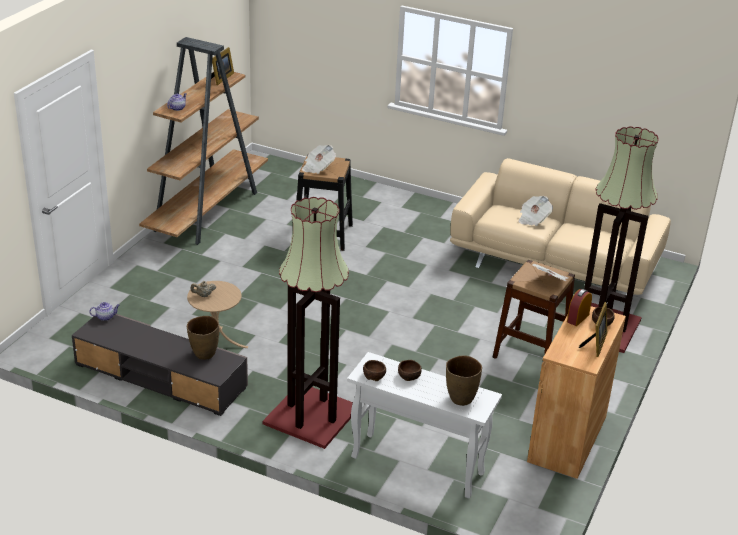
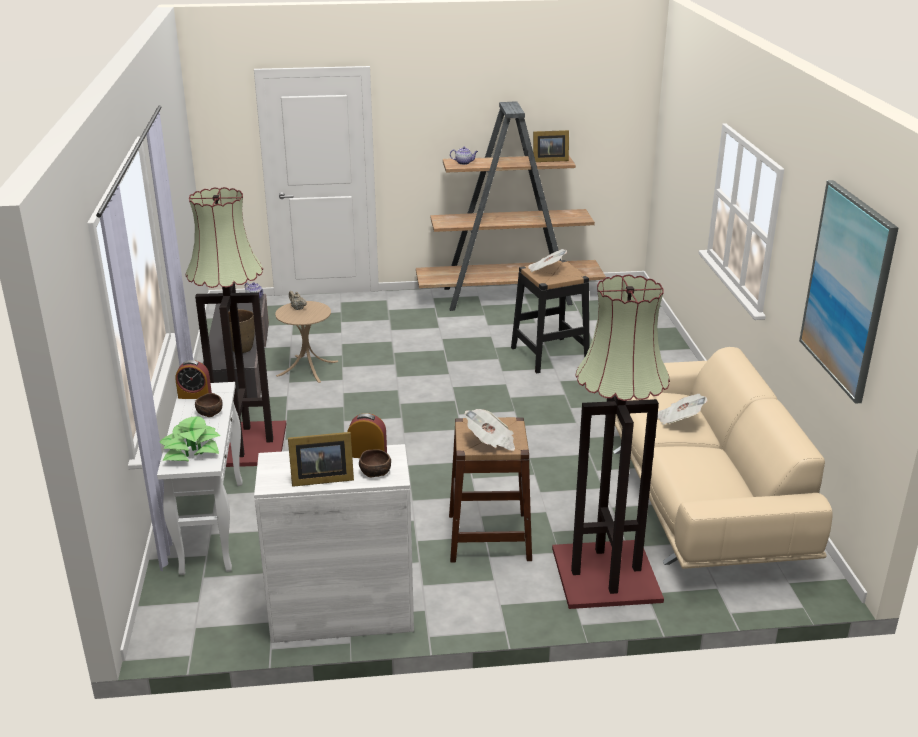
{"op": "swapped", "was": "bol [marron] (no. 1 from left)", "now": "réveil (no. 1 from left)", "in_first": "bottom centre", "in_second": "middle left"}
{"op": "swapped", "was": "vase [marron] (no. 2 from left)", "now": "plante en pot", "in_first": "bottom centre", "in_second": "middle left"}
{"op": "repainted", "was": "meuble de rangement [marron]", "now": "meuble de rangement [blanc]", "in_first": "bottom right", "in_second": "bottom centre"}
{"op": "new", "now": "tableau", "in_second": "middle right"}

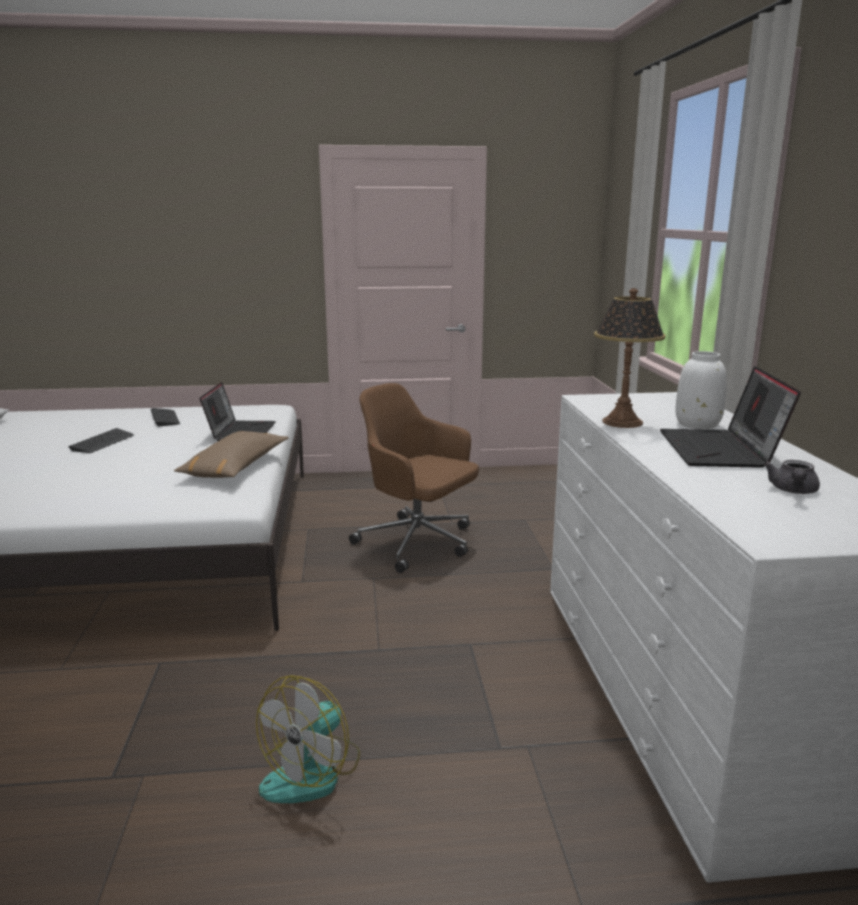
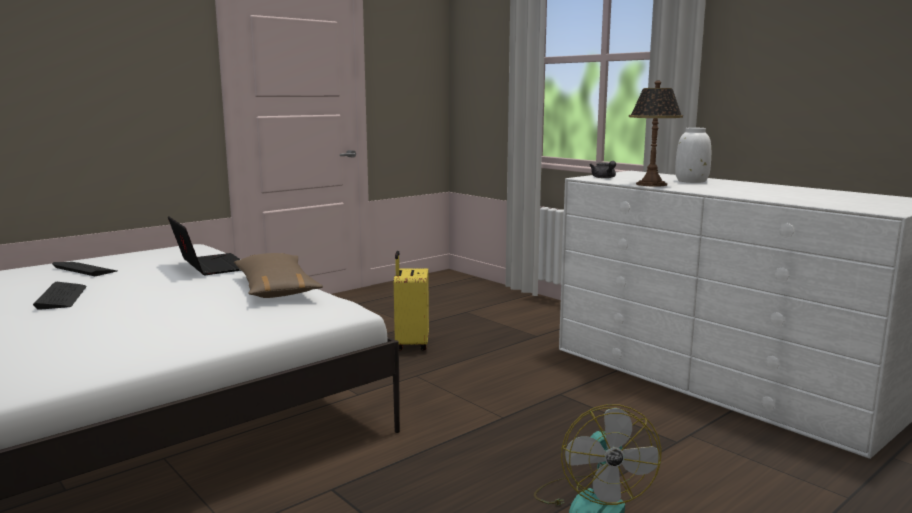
{"op": "swapped", "was": "chaise de bureau [marron]", "now": "valise [jaune]", "in_first": "centre", "in_second": "centre"}
{"op": "gone", "was": "ordinateur portable (no. 2 from left)", "in_first": "middle right"}
{"op": "shifted", "was": "théière [gris]", "in_first": "middle right", "in_second": "top centre"}

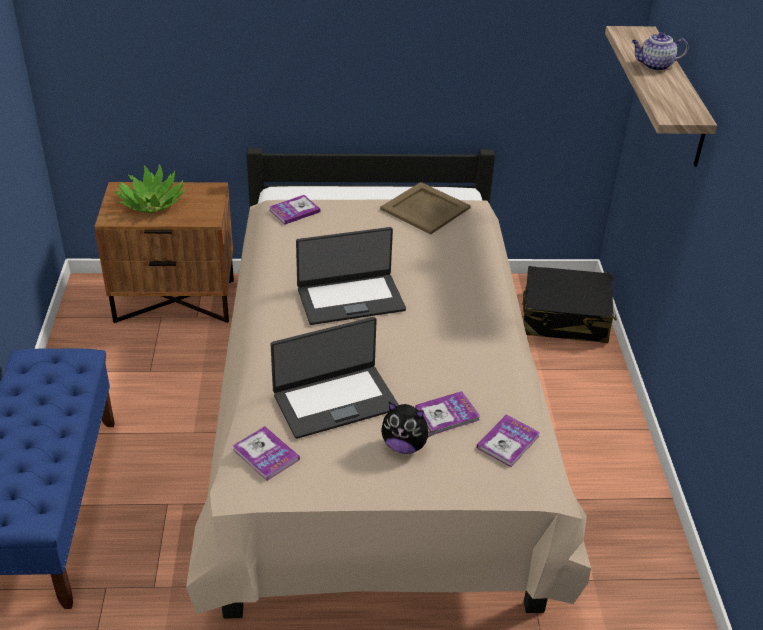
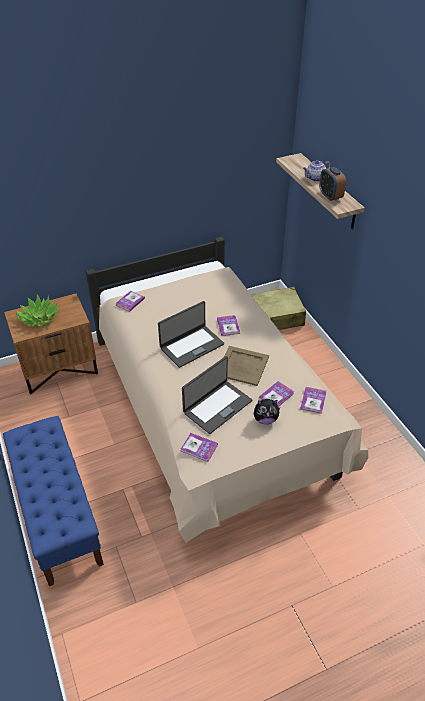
{"op": "shifted", "was": "plateau [beige]", "in_first": "top centre", "in_second": "centre"}
{"op": "repainted", "was": "valise [noir]", "now": "valise [beige]", "in_first": "middle right", "in_second": "centre"}
{"op": "new", "now": "livre (no. 3 from left)", "in_second": "centre"}
{"op": "new", "now": "réveil", "in_second": "top right"}

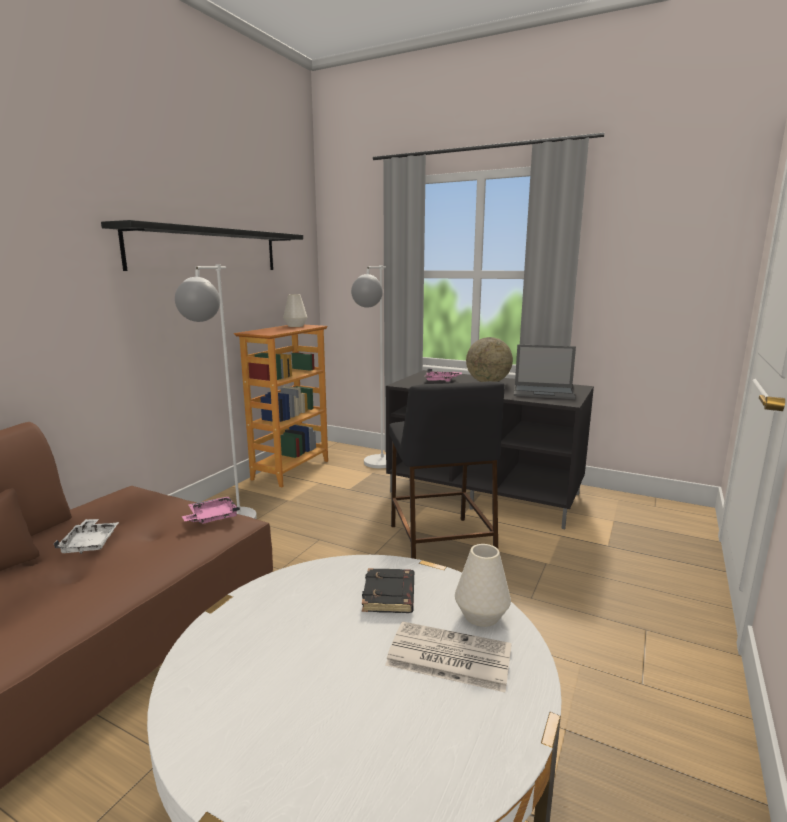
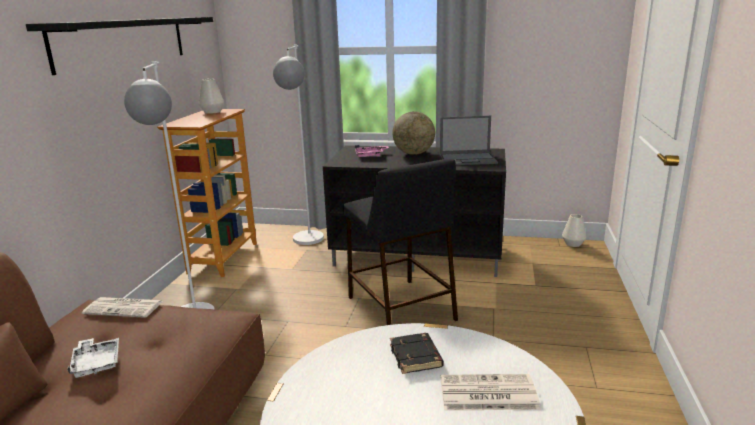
{"op": "gone", "was": "plateau [rose] (no. 1 from left)", "in_first": "middle left"}
{"op": "shifted", "was": "vase [blanc] (no. 2 from left)", "in_first": "bottom centre", "in_second": "middle right"}
{"op": "new", "now": "journal (no. 1 from left)", "in_second": "bottom left"}

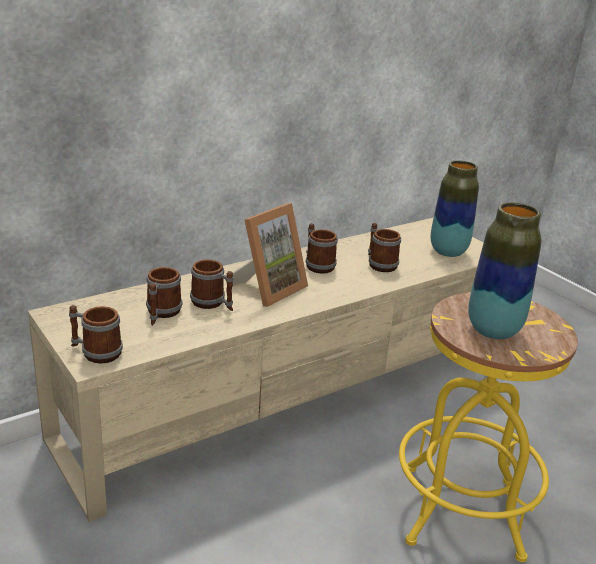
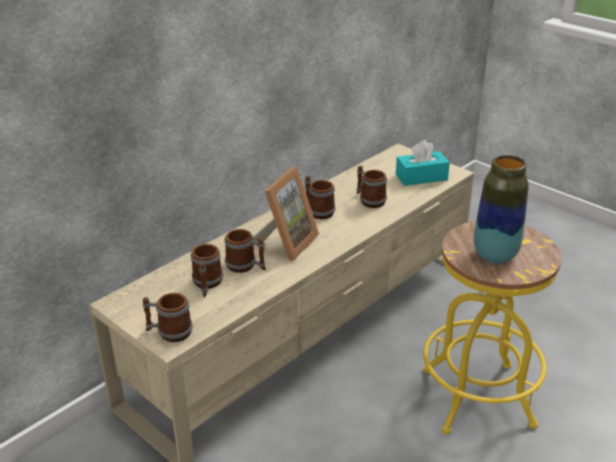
{"op": "swapped", "was": "vase (no. 1 from left)", "now": "boîte à mouchoirs [turquoise]", "in_first": "middle right", "in_second": "middle right"}

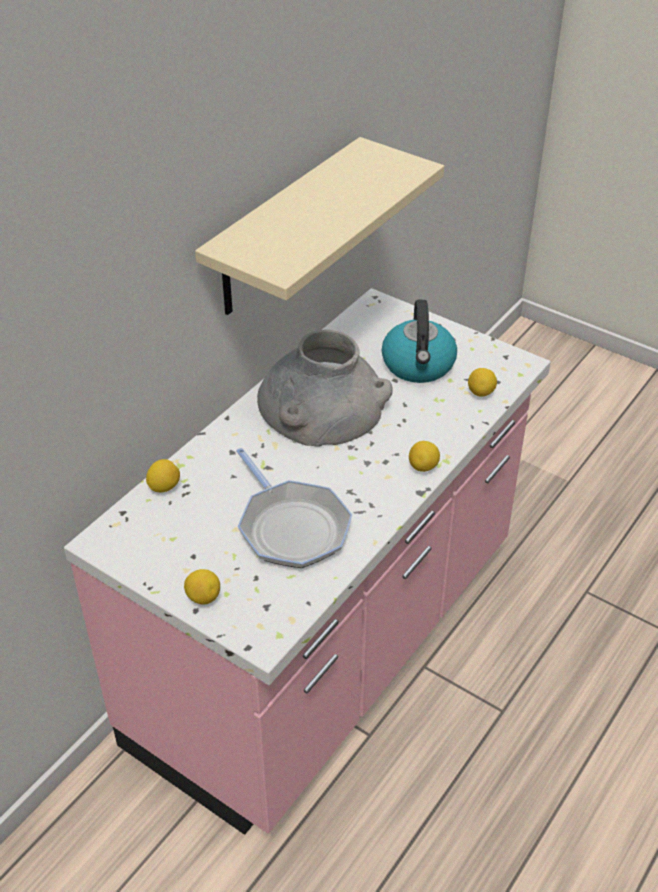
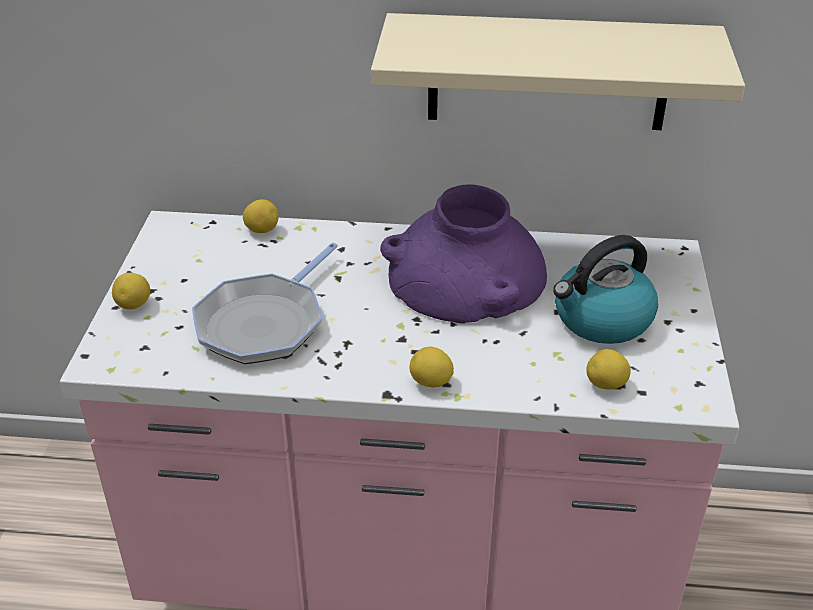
{"op": "repainted", "was": "vase [gris]", "now": "vase [violet]", "in_first": "centre", "in_second": "centre"}

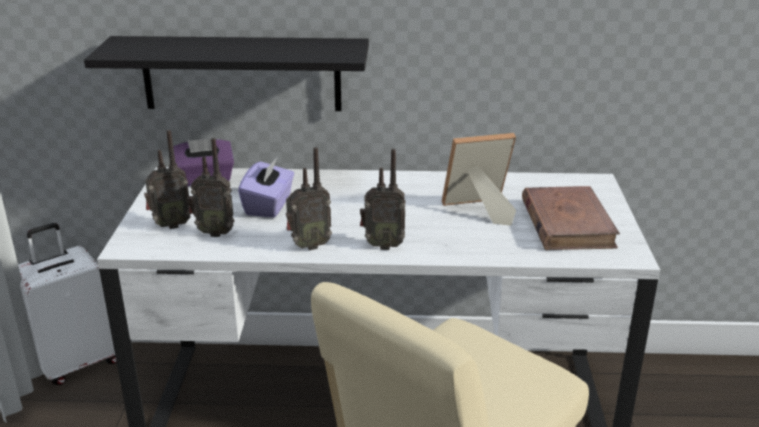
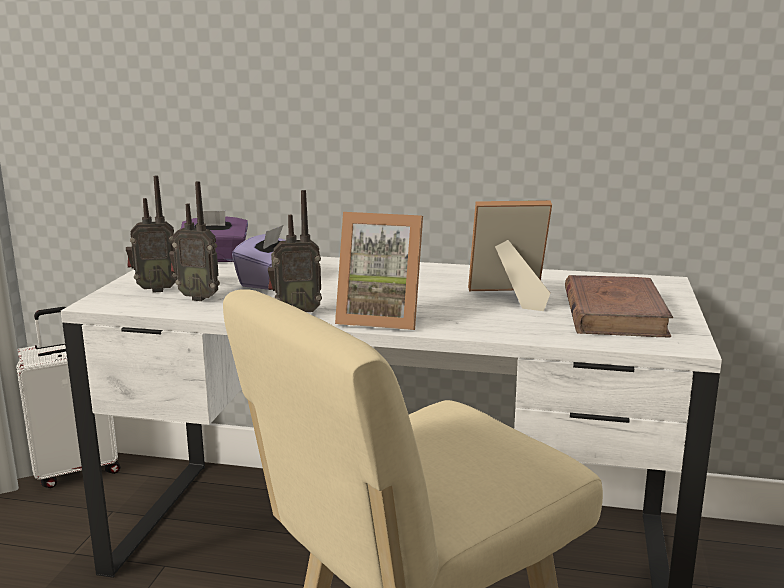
{"op": "gone", "was": "étagère [noir]", "in_first": "top left"}
{"op": "swapped", "was": "radio (no. 4 from left)", "now": "cadre photo (no. 1 from left)", "in_first": "centre", "in_second": "centre"}

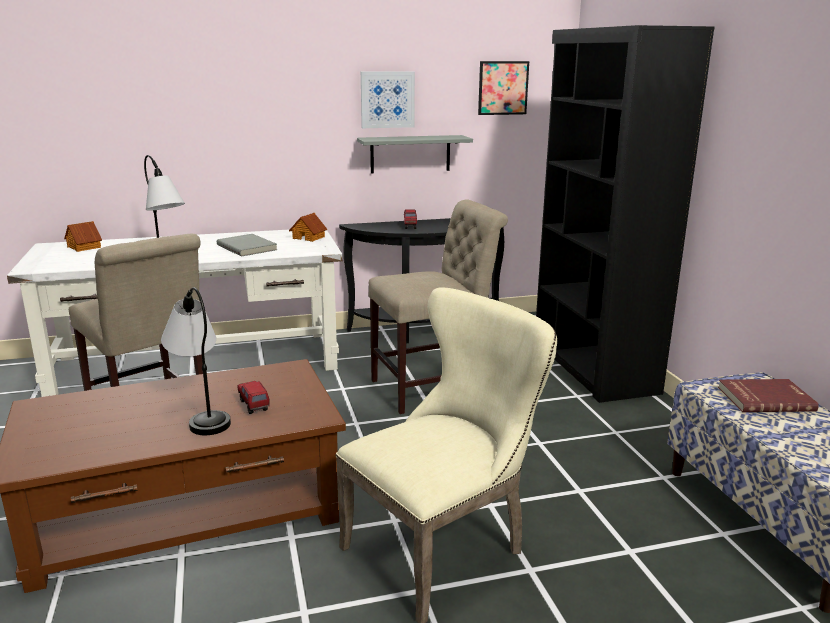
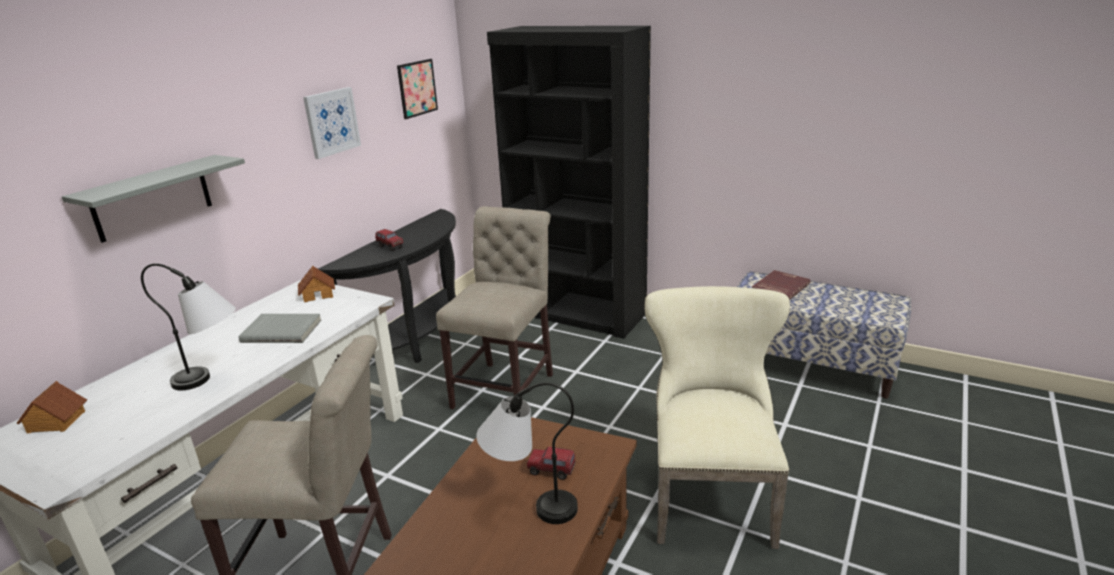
{"op": "shifted", "was": "étagère [gris]", "in_first": "top centre", "in_second": "middle left"}

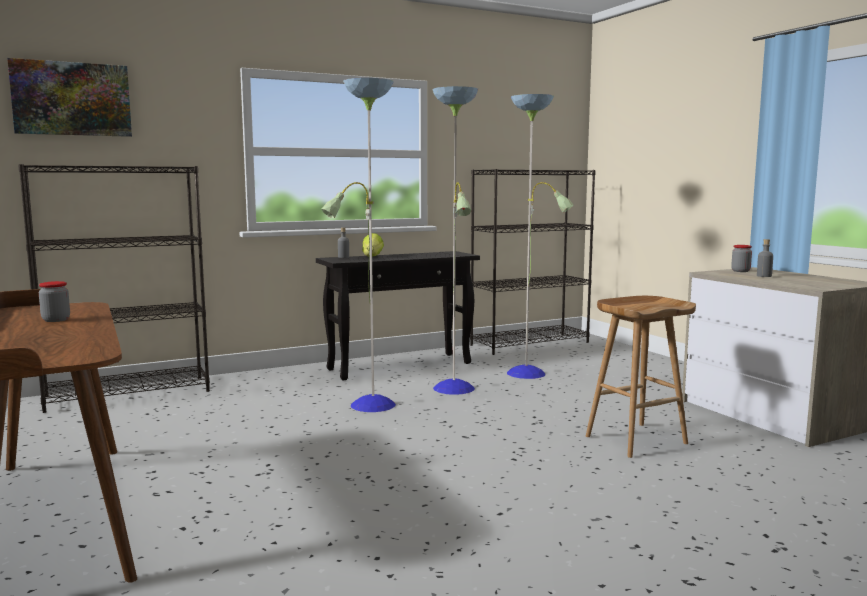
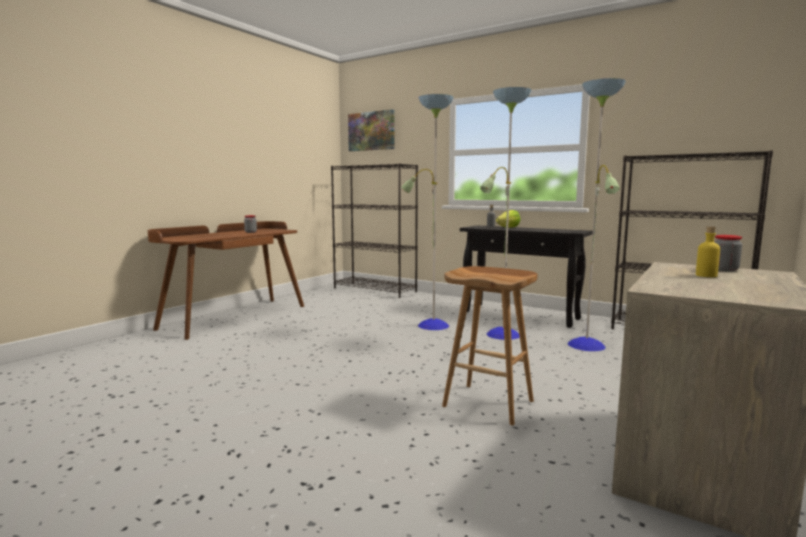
{"op": "repainted", "was": "bouteille [gris] (no. 2 from left)", "now": "bouteille [jaune]", "in_first": "middle right", "in_second": "middle right"}

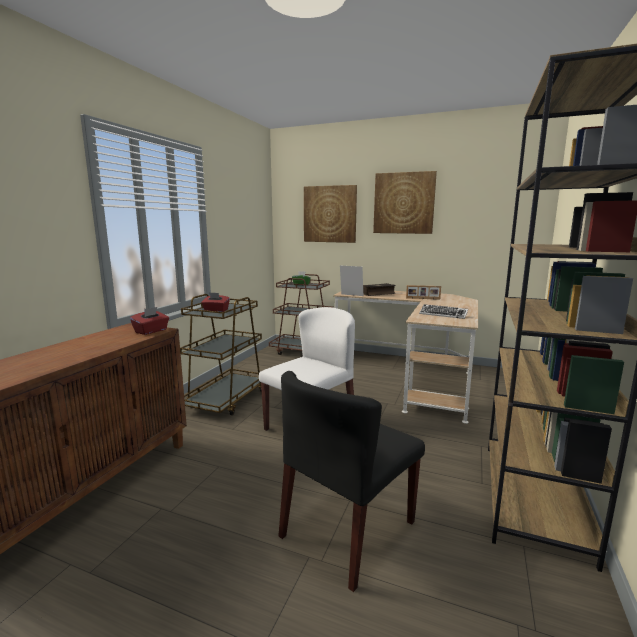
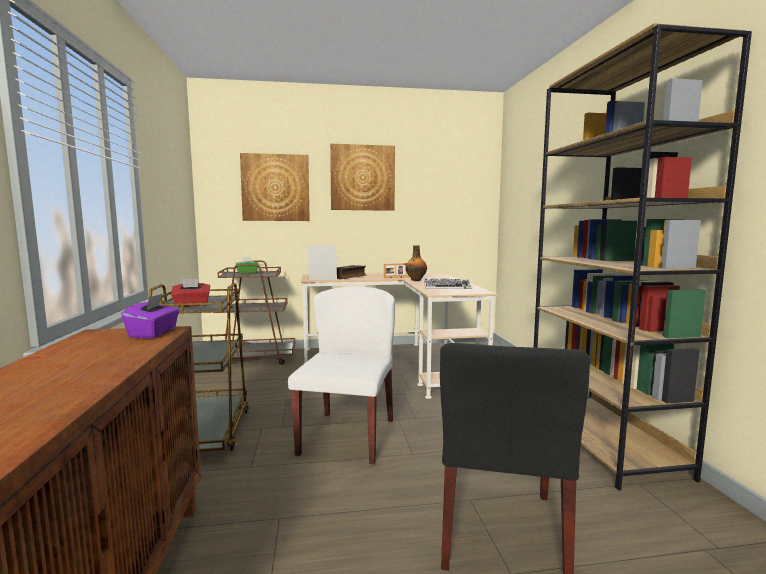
{"op": "repainted", "was": "boîte à mouchoirs [rouge] (no. 1 from left)", "now": "boîte à mouchoirs [violet]", "in_first": "middle left", "in_second": "middle left"}
{"op": "new", "now": "bouteille", "in_second": "centre"}

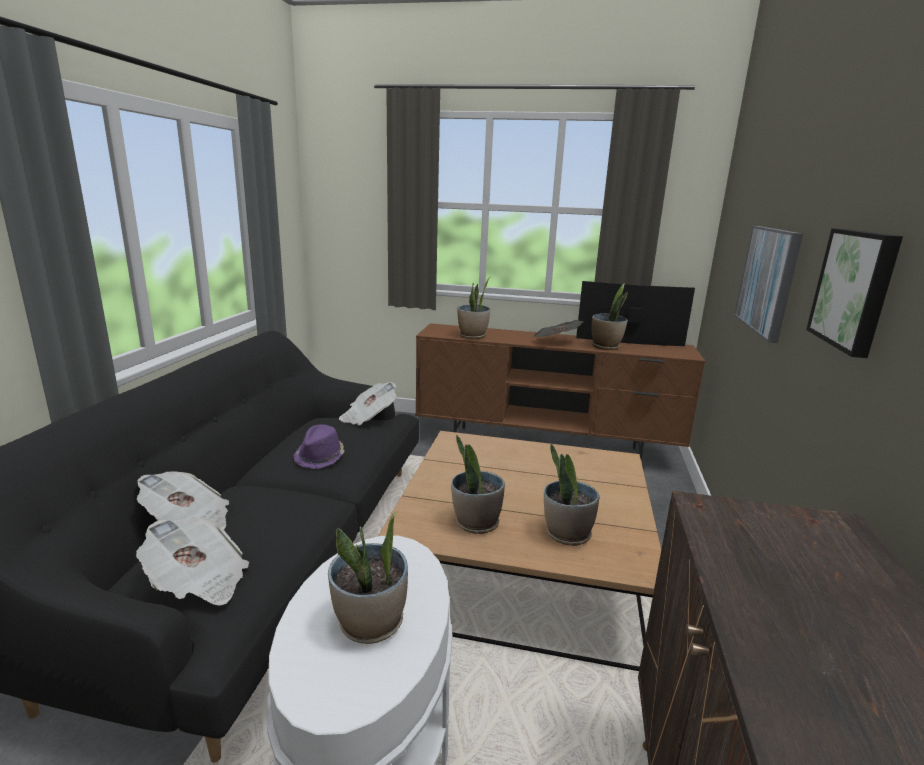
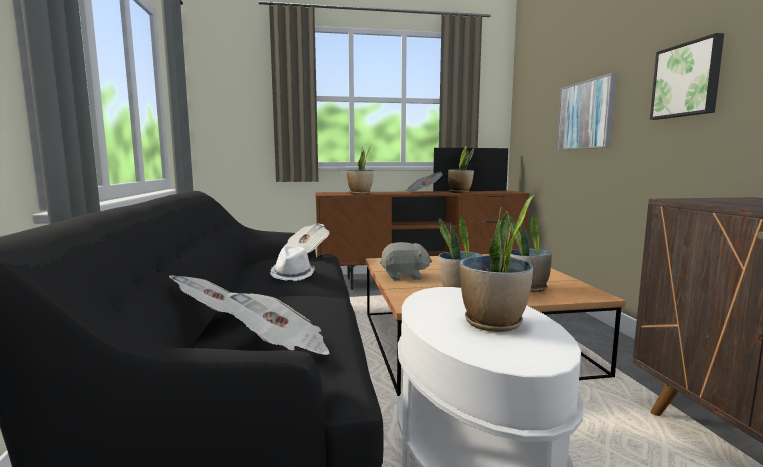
{"op": "repainted", "was": "chapeau [violet]", "now": "chapeau [blanc]", "in_first": "centre", "in_second": "centre"}
{"op": "new", "now": "peluche [gris]", "in_second": "centre"}

